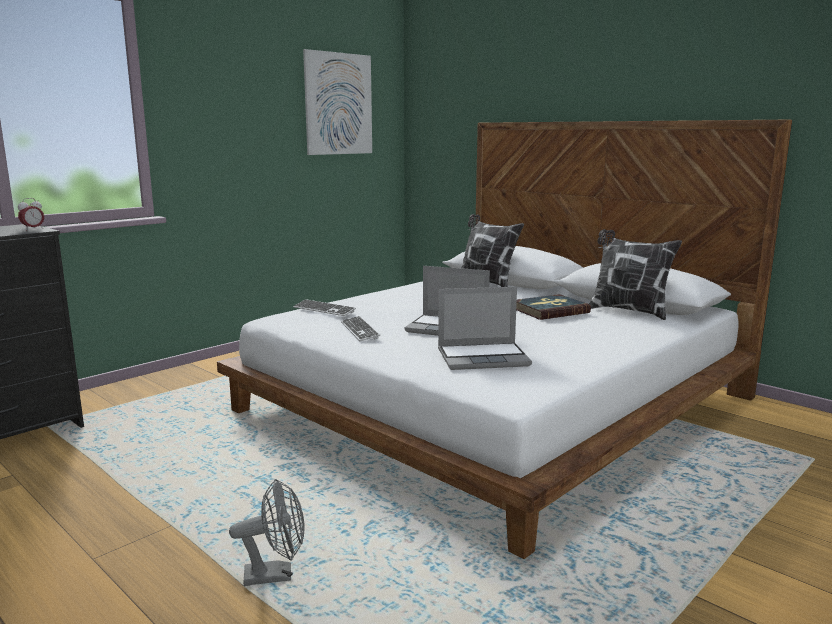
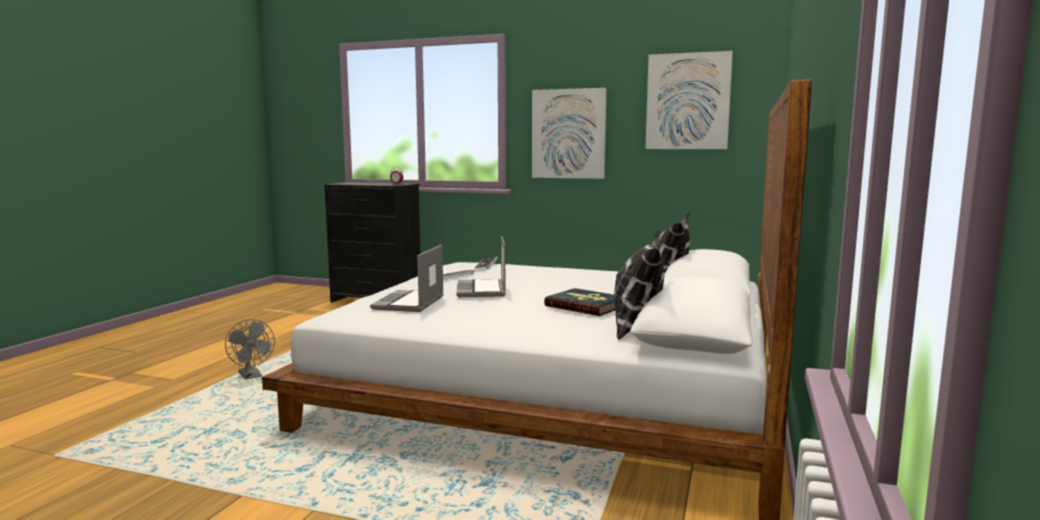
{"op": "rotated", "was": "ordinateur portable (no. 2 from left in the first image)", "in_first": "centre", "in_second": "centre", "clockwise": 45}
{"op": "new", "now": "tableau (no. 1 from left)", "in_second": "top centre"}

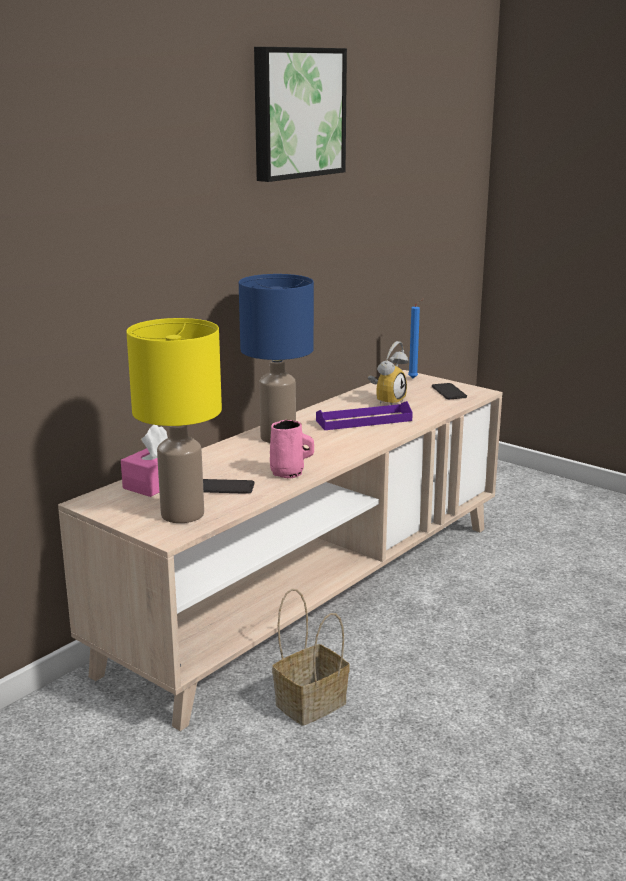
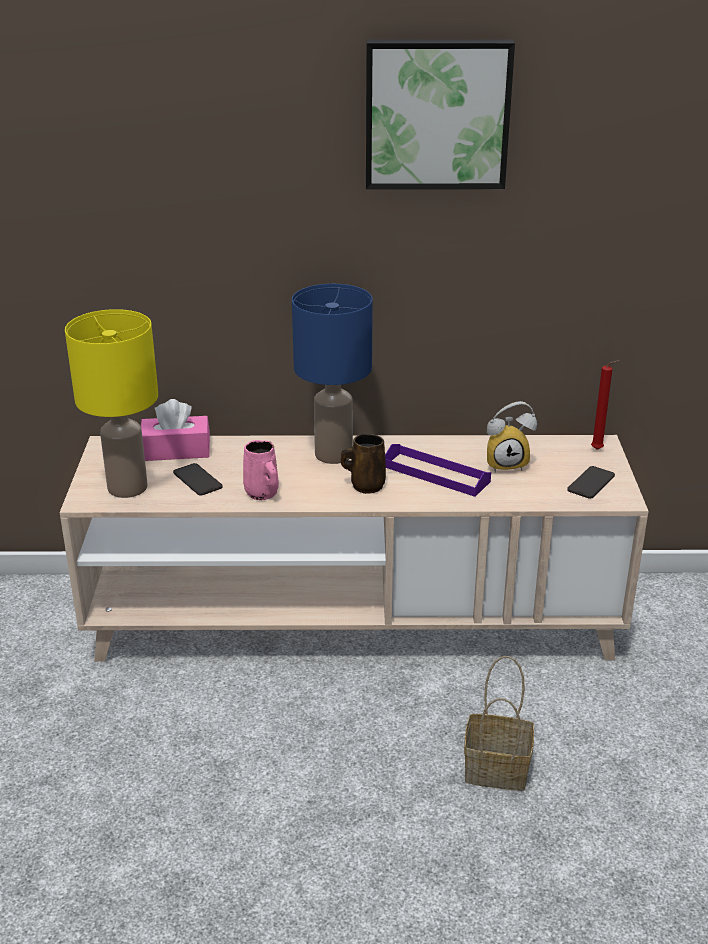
{"op": "shifted", "was": "panier", "in_first": "bottom centre", "in_second": "bottom right"}
{"op": "repainted", "was": "bougie [bleu]", "now": "bougie [rouge]", "in_first": "centre", "in_second": "middle right"}
{"op": "new", "now": "mug [marron]", "in_second": "centre"}

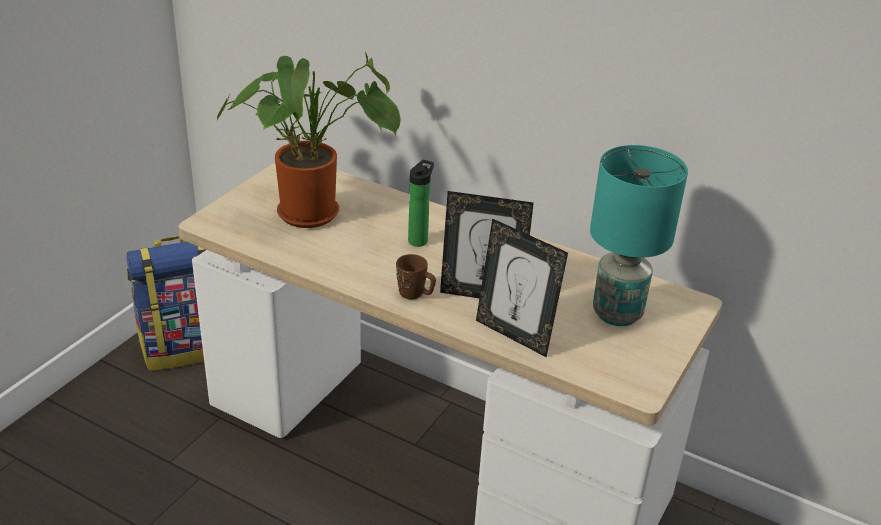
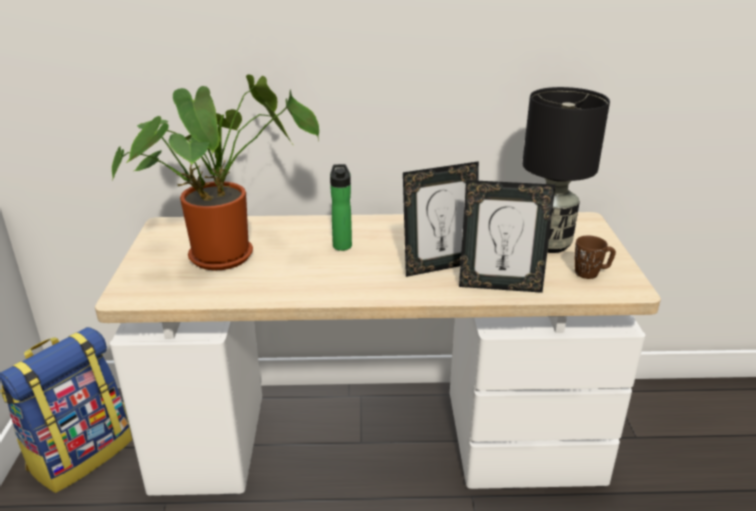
{"op": "shifted", "was": "mug [marron]", "in_first": "centre", "in_second": "middle right"}
{"op": "repainted", "was": "lampe de table [turquoise]", "now": "lampe de table [noir]", "in_first": "middle right", "in_second": "top right"}

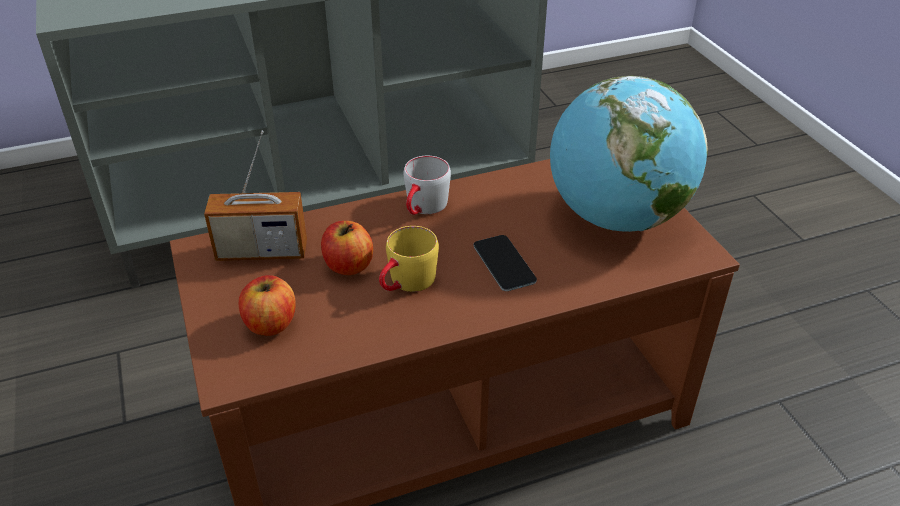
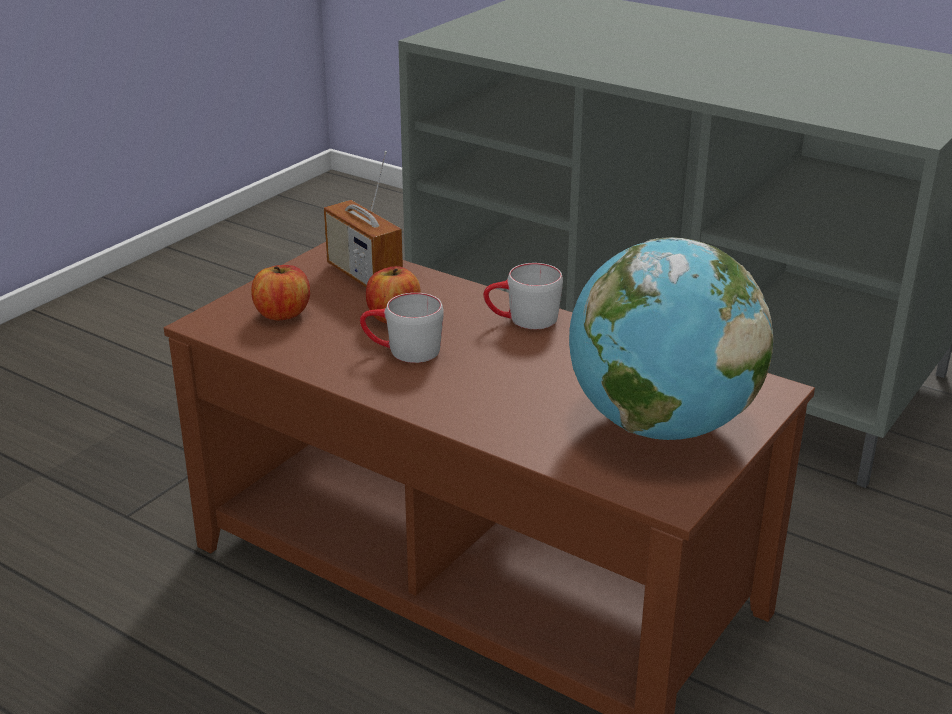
{"op": "repainted", "was": "mug [jaune]", "now": "mug [gris] (no. 1 from left)", "in_first": "centre", "in_second": "centre"}
{"op": "gone", "was": "téléphone", "in_first": "centre"}

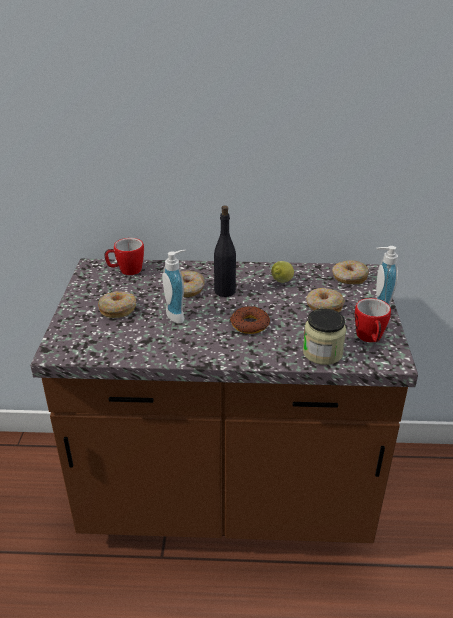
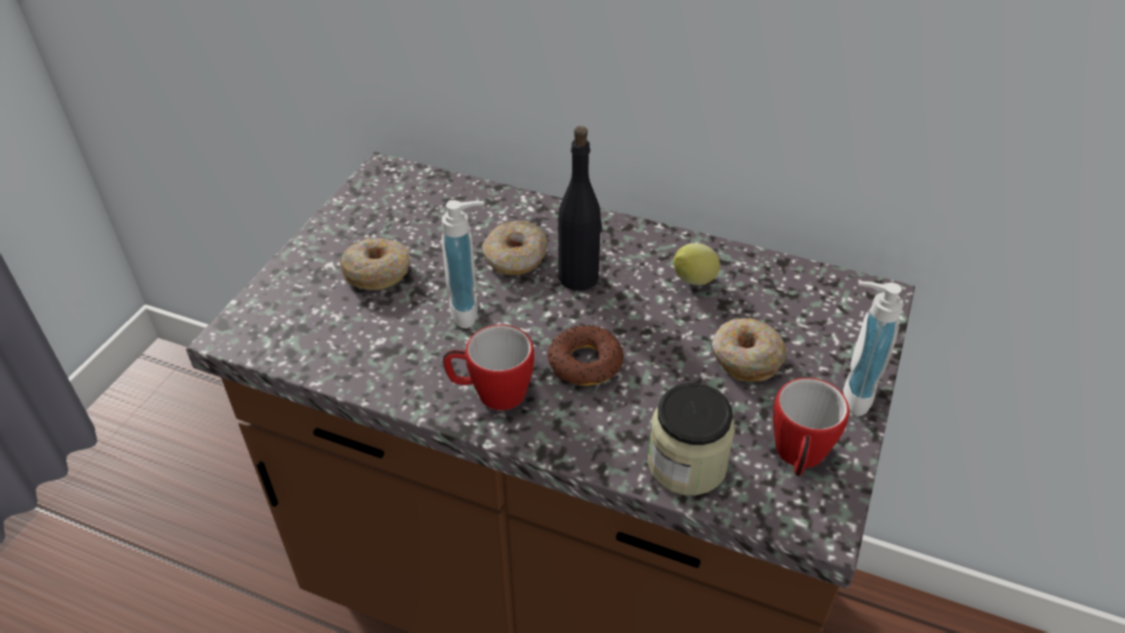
{"op": "shifted", "was": "mug (no. 1 from left)", "in_first": "middle left", "in_second": "centre"}
{"op": "gone", "was": "beignet (no. 5 from left)", "in_first": "middle right"}

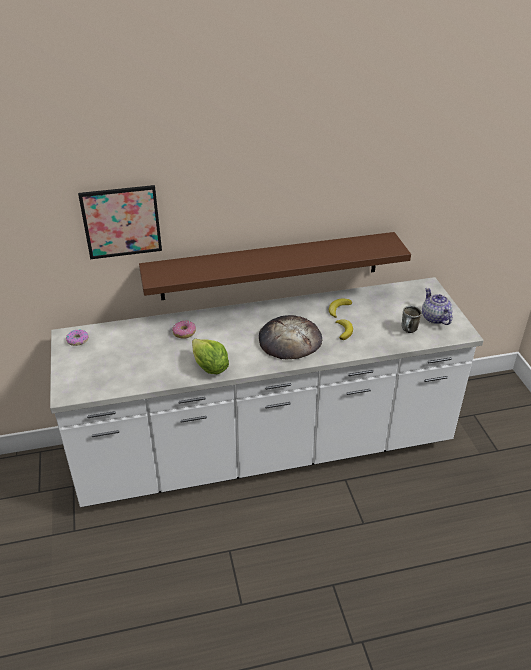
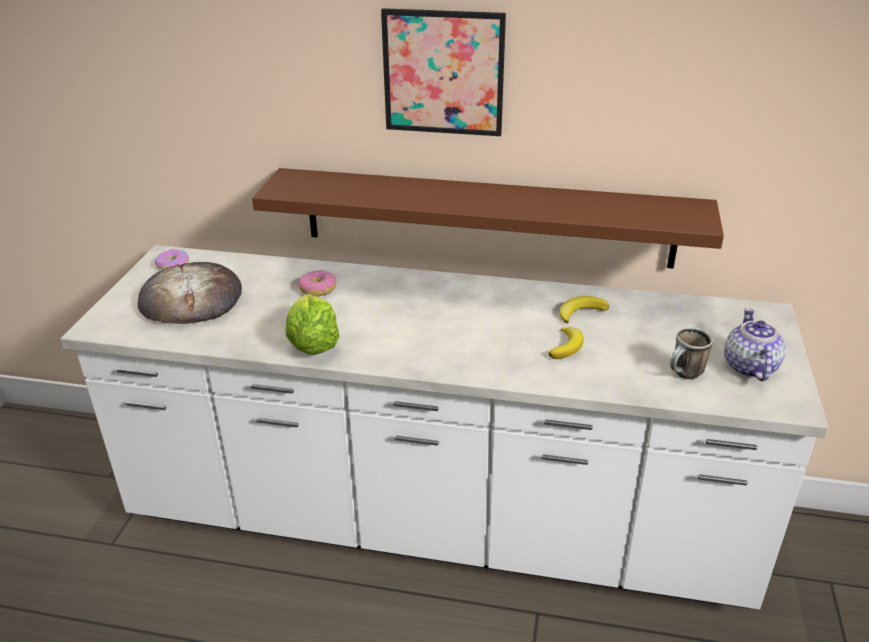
{"op": "shifted", "was": "tableau", "in_first": "top left", "in_second": "top centre"}
{"op": "shifted", "was": "pain", "in_first": "centre", "in_second": "middle left"}

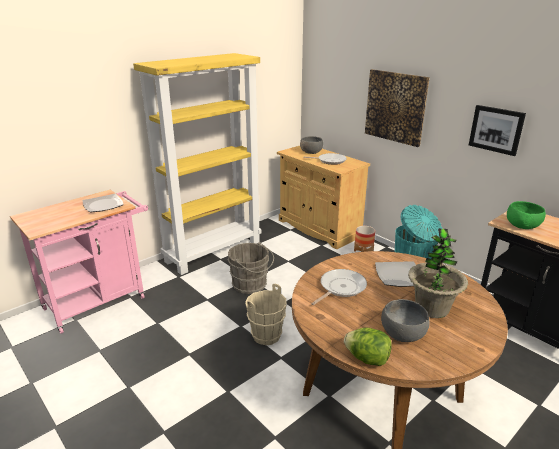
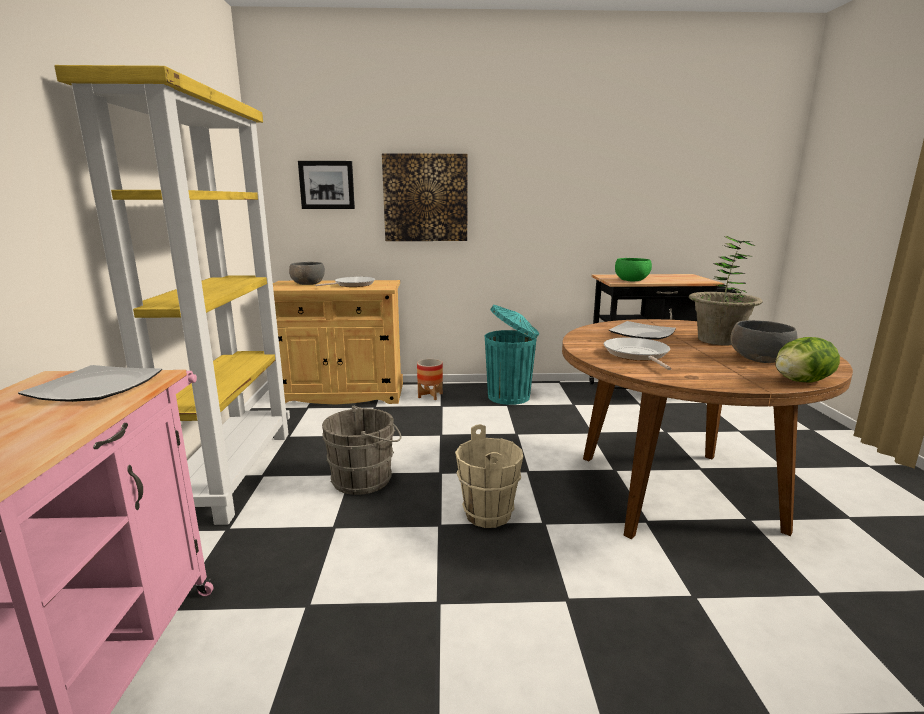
{"op": "shifted", "was": "tableau (no. 2 from left in the first image)", "now": "tableau (no. 1 from left)", "in_first": "top right", "in_second": "top centre"}

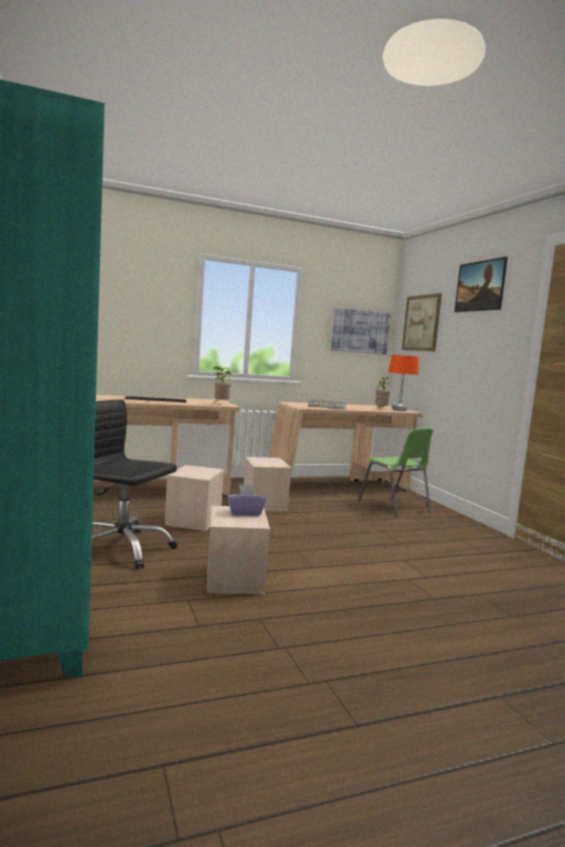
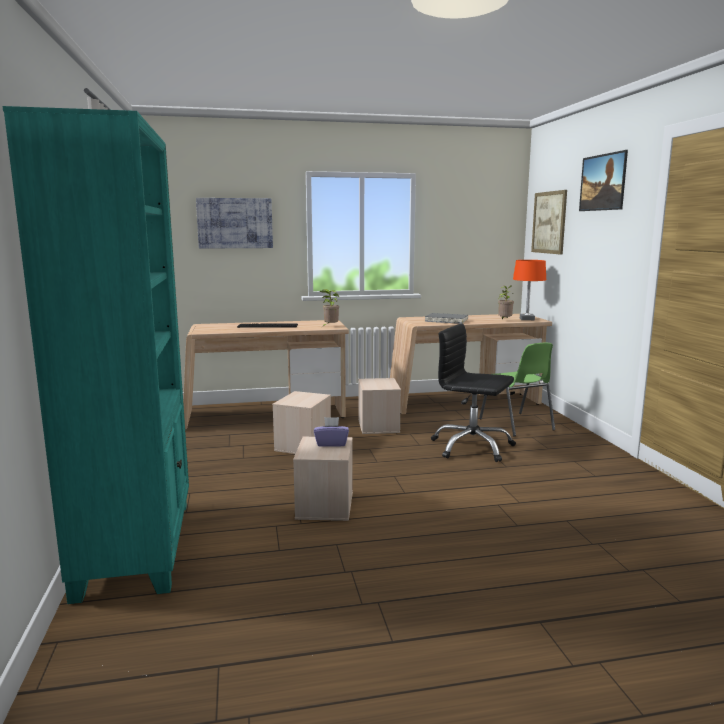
{"op": "shifted", "was": "chaise de bureau [noir]", "in_first": "middle left", "in_second": "centre"}
{"op": "shifted", "was": "tableau (no. 1 from left)", "in_first": "centre", "in_second": "top left"}

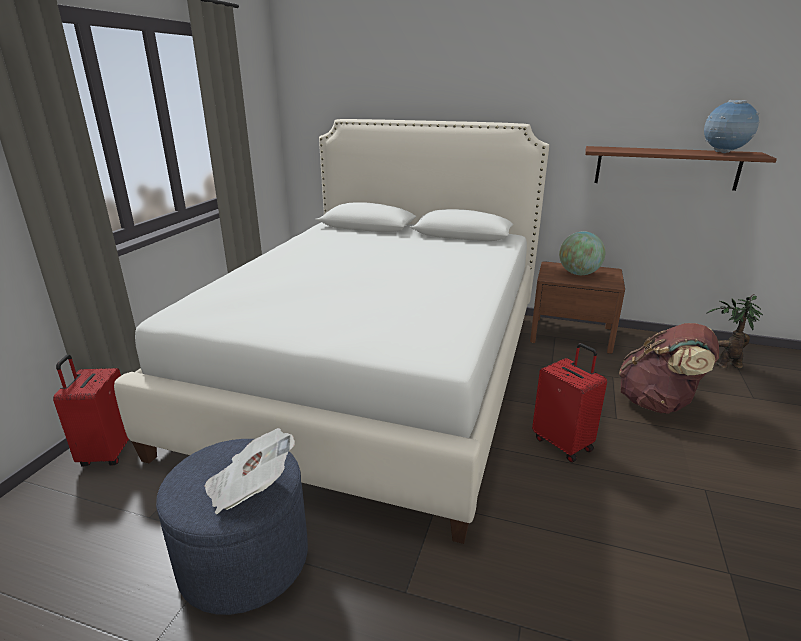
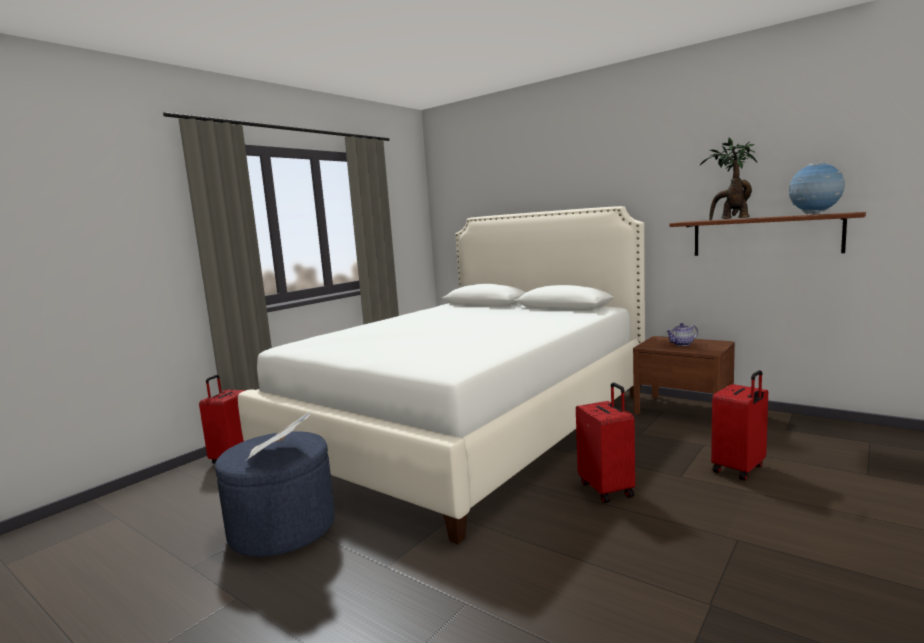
{"op": "swapped", "was": "globe (no. 1 from left)", "now": "théière", "in_first": "middle right", "in_second": "middle right"}
{"op": "swapped", "was": "sac à dos [marron]", "now": "valise [rouge] (no. 3 from left)", "in_first": "middle right", "in_second": "middle right"}
{"op": "shifted", "was": "plante en pot", "in_first": "middle right", "in_second": "top right"}

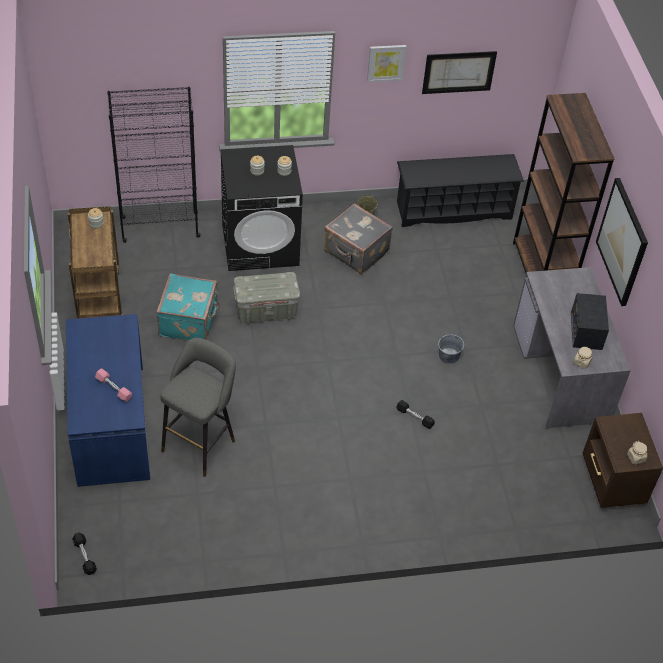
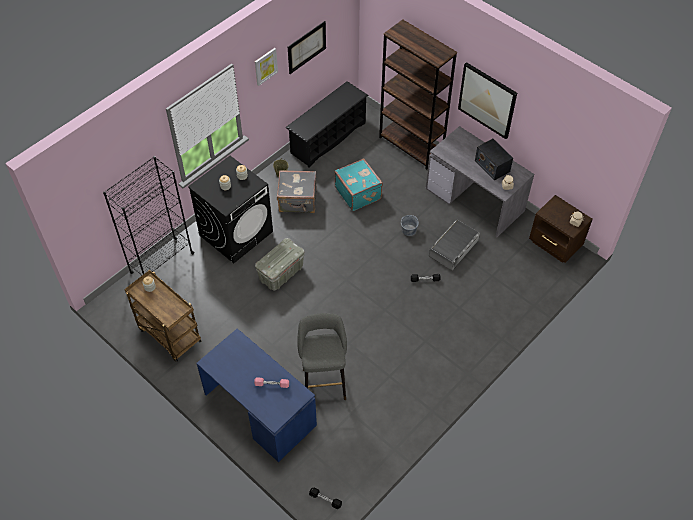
{"op": "shifted", "was": "valise [turquoise]", "in_first": "middle left", "in_second": "centre"}
{"op": "new", "now": "boîte de rangement [gris] (no. 2 from left)", "in_second": "centre"}

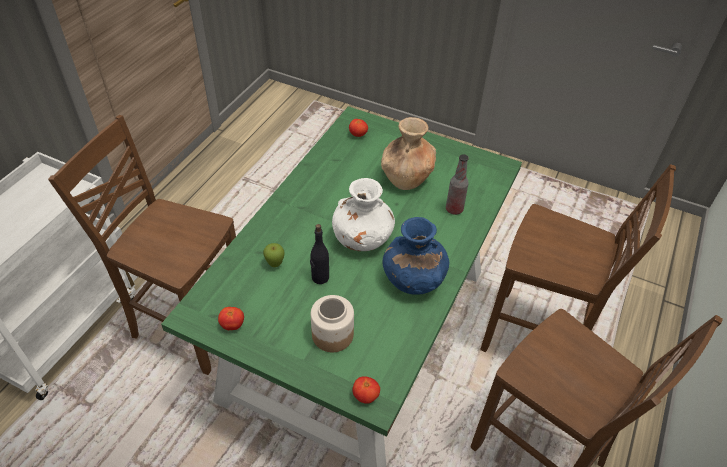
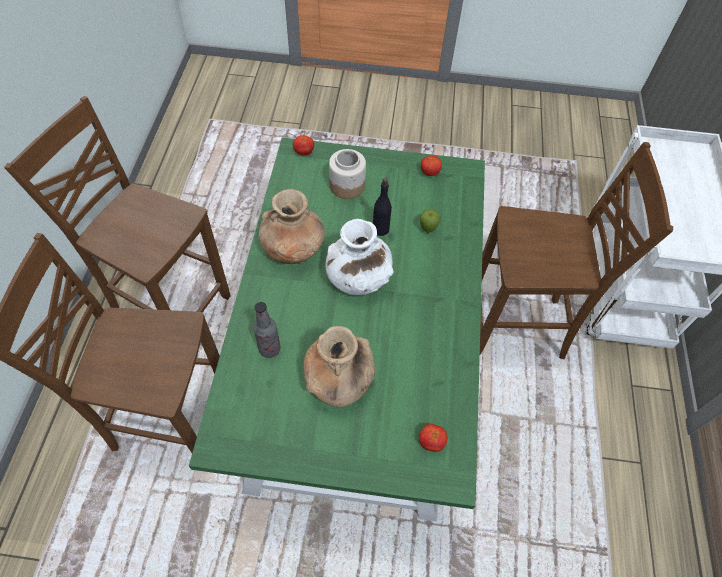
{"op": "repainted", "was": "vase [bleu]", "now": "vase [marron] (no. 1 from left)", "in_first": "centre", "in_second": "centre"}

